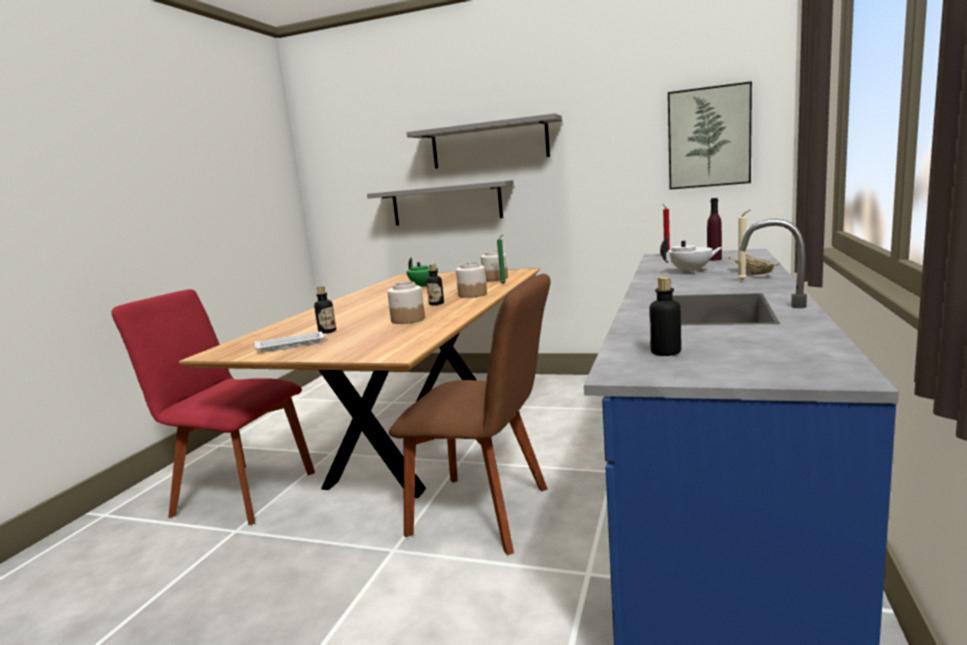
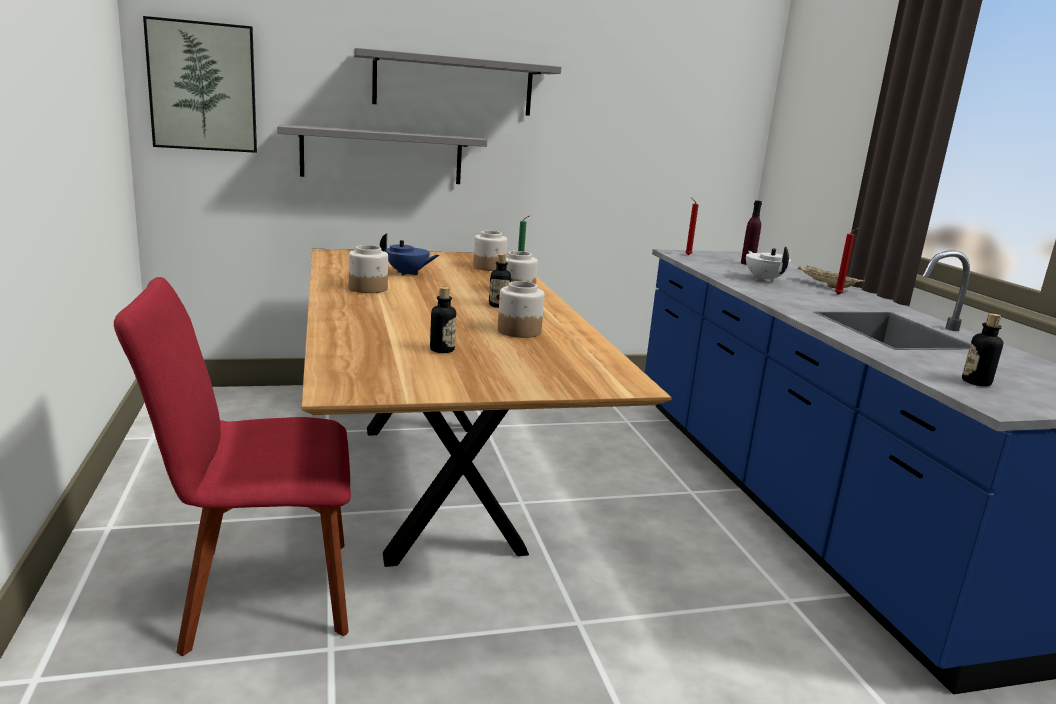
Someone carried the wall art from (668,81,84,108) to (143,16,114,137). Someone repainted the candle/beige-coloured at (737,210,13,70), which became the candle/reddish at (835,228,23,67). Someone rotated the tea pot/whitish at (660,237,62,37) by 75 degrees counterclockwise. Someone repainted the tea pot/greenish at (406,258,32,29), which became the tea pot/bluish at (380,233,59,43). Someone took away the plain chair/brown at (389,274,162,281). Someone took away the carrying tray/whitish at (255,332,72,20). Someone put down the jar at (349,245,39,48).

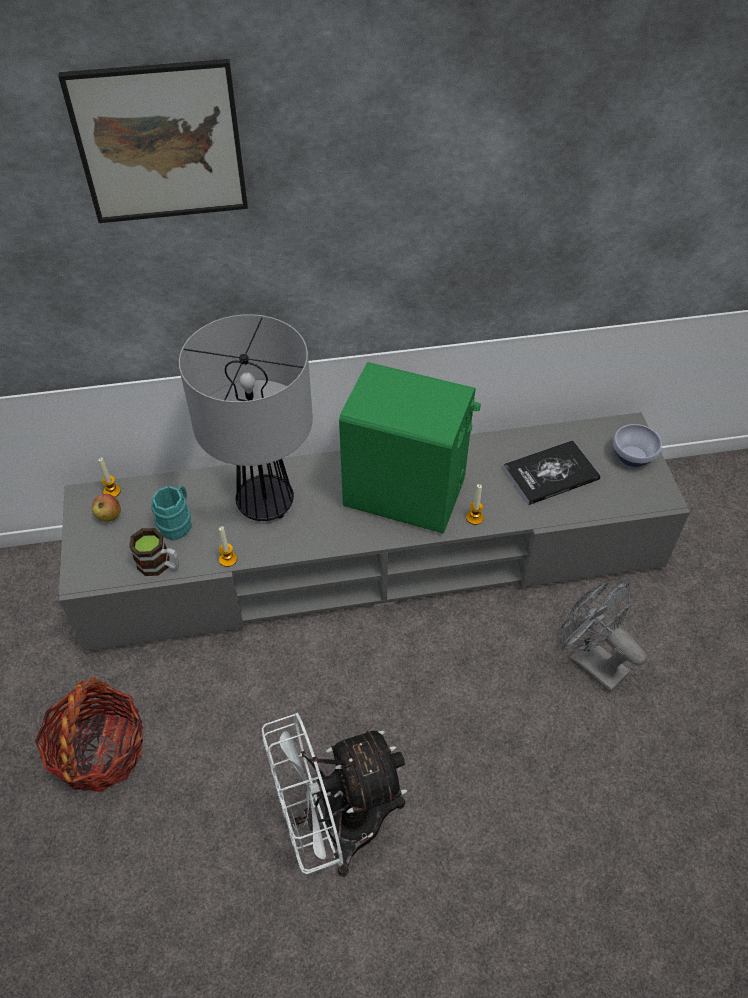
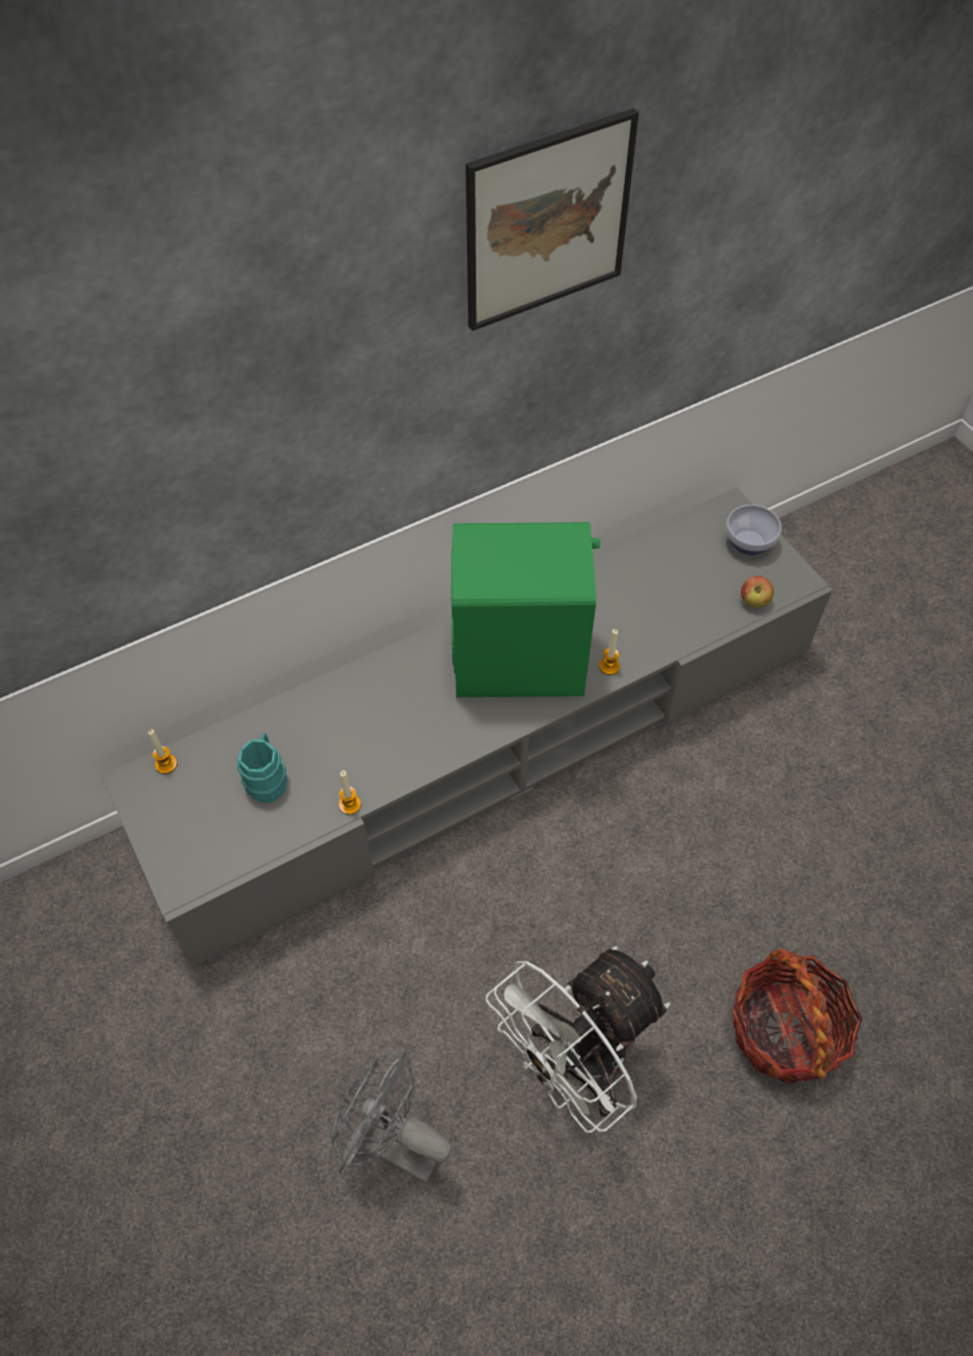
Someone carried the wall art from (58,59,190,164) to (466,108,173,223). Someone took away the lamp for a table at (179,314,134,207). Someone took away the volume at (503,440,98,65). Someone carried the apple from (92,494,29,28) to (741,576,33,32). Someone took away the tea mug at (129,528,51,48). Someone carried the electric fan/grey from (561,582,86,111) to (331,1050,121,134). Someone carried the household basket from (35,677,108,115) to (732,948,130,136).

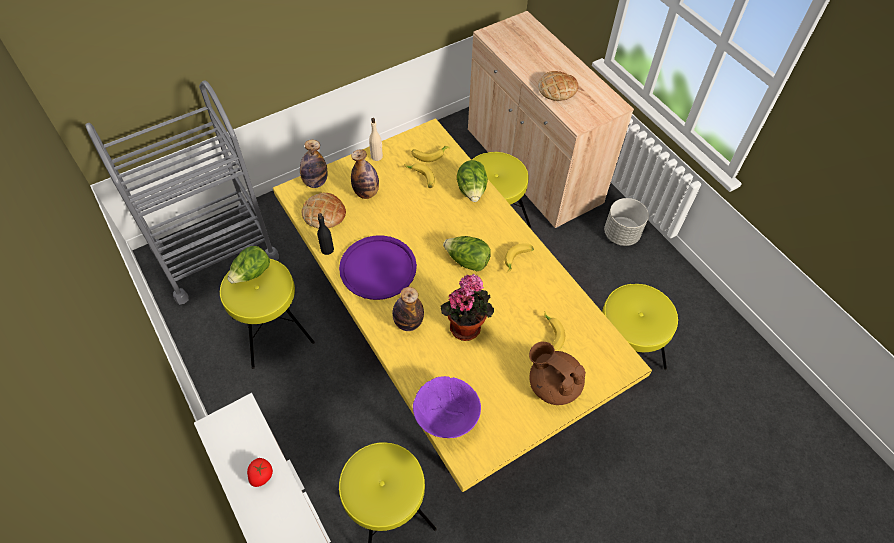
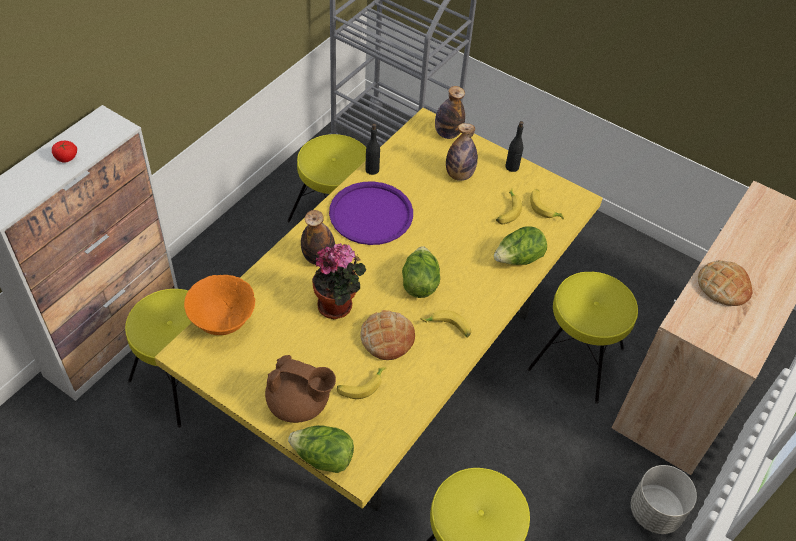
Someone repainted the beverage bottle/beige-coloured at (369,118,14,43), which became the beverage bottle/blackish at (505,121,18,51). Someone carried the bread from (302,193,44,35) to (360,310,55,50). Someone carried the lettuce from (228,246,42,37) to (288,425,66,48). Someone rotated the tea pot/brown at (529,341,57,64) by 90 degrees clockwise. Someone repainted the bowl/purple at (413,376,68,62), which became the bowl/orange-coloured at (184,275,71,60).

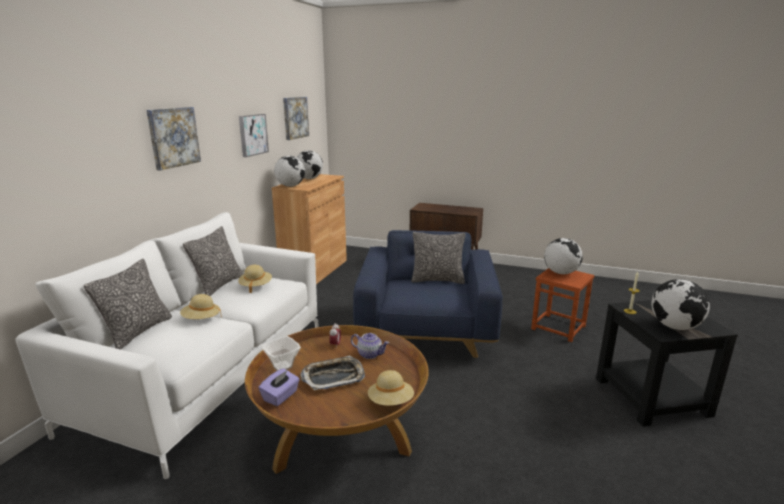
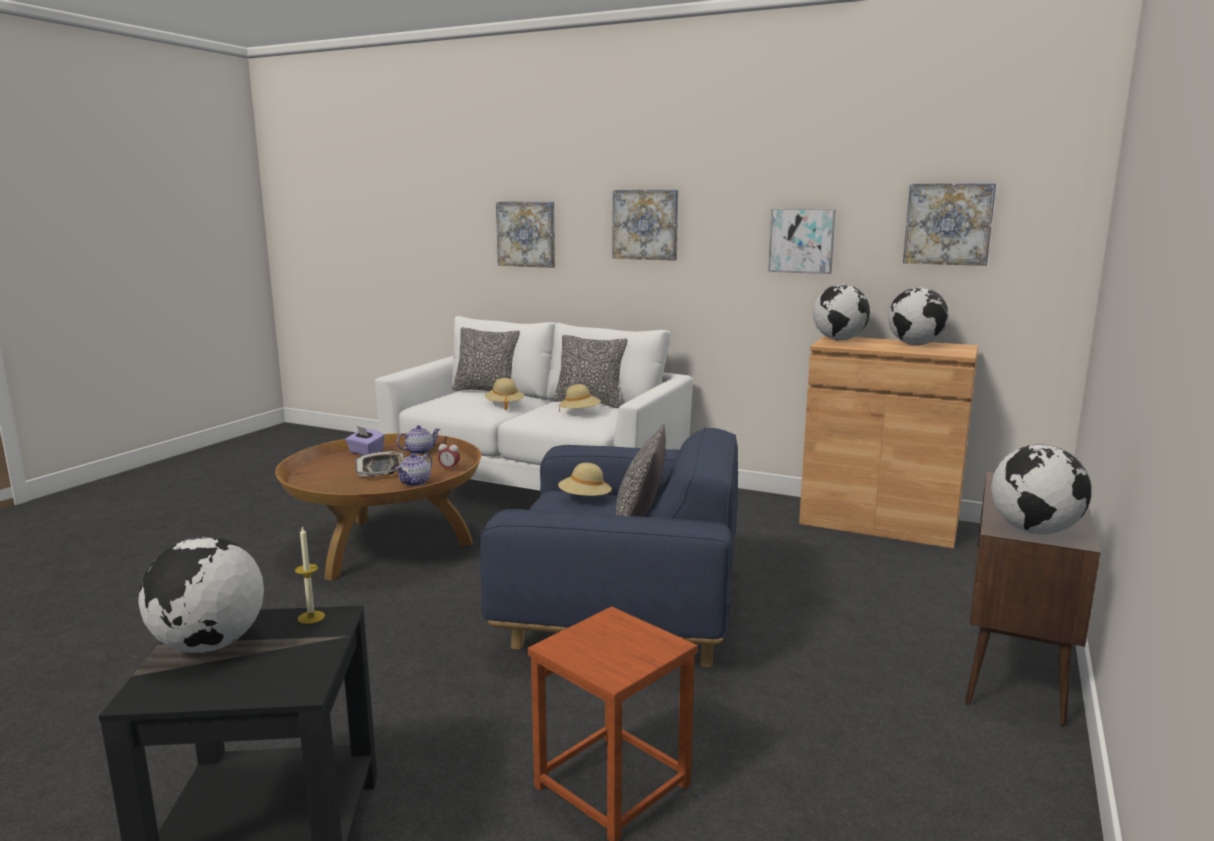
Someone carried the world globe from (544,238,39,36) to (991,444,100,90). Someone swapped the bowl at (261,336,40,35) for the tea pot at (397,425,43,30). Someone carried the clothing hat/beige-coloured from (368,370,46,36) to (558,463,54,34). Someone put up the wall art at (496,202,59,66).

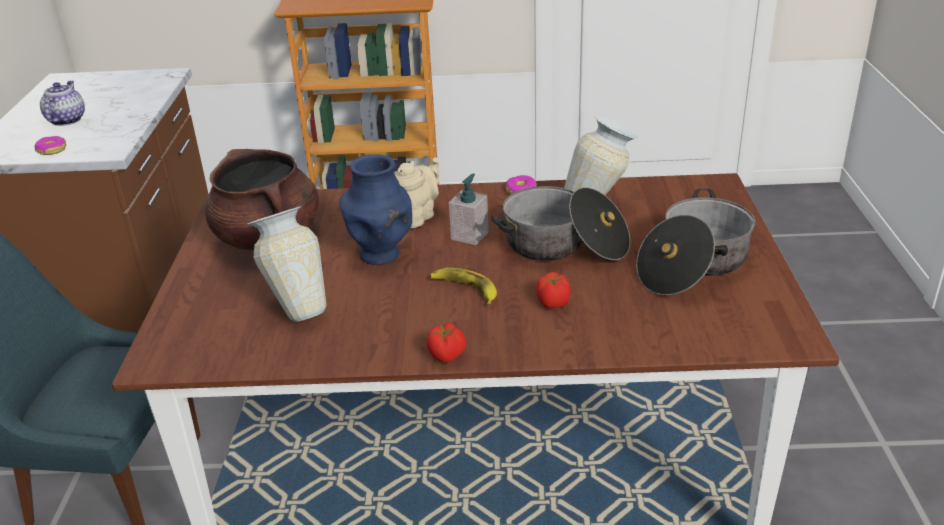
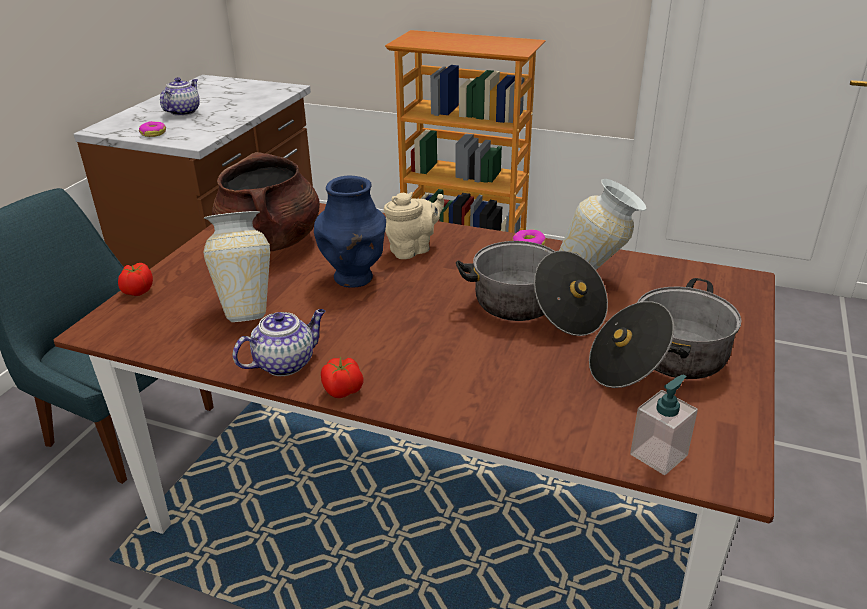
Someone carried the soap bottle from (449,174,40,71) to (630,374,68,101). Someone took away the banana at (430,267,67,38). Someone carried the fresh tomato from (536,272,35,36) to (118,263,35,33). Someone put down the tea pot at (233,309,92,67).

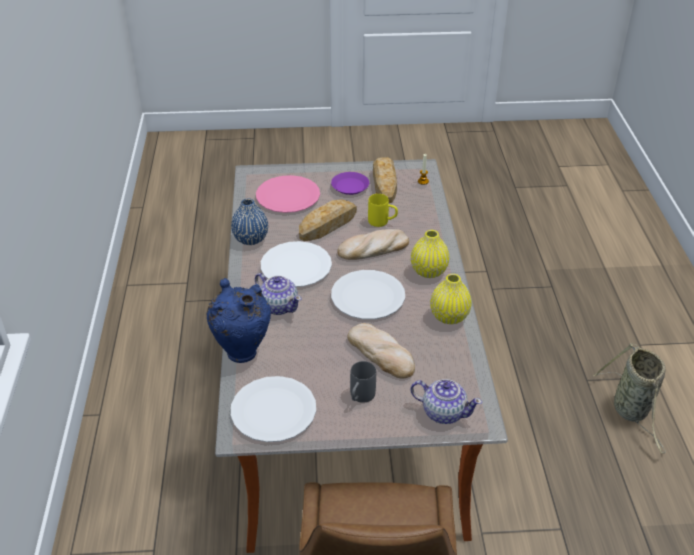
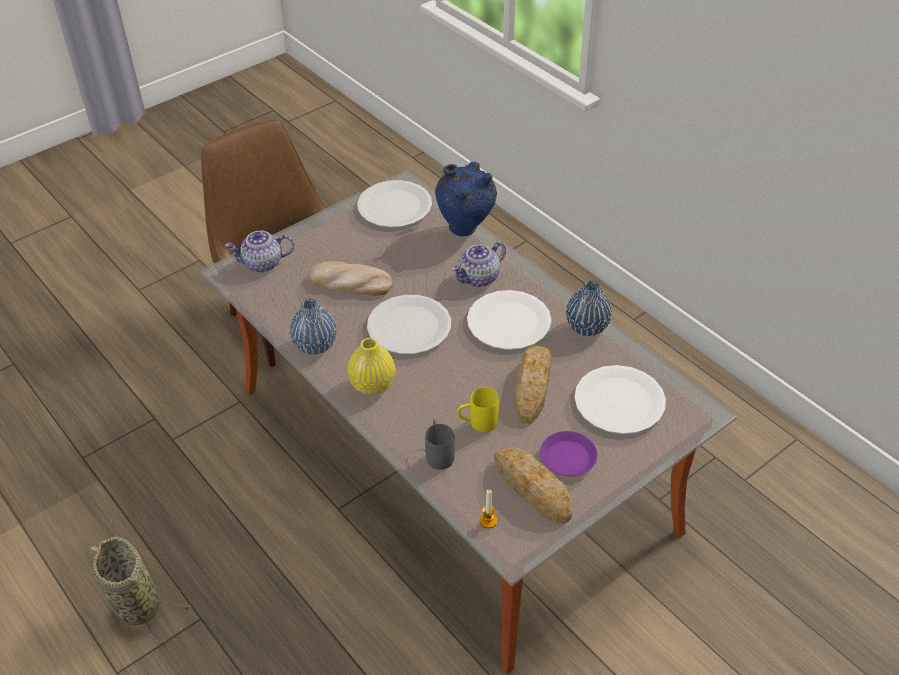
Someone repainted the flat dish/pink at (256,175,64,38), which became the flat dish/whitish at (574,365,92,69). Someone took away the bread at (337,229,72,31). Someone rotated the tea pot at (255,273,47,42) by 45 degrees counterclockwise. Someone repainted the flower vase/yellowish at (430,274,42,50), which became the flower vase/bluish at (290,299,46,56). Someone carried the tea mug/grey from (350,361,26,42) to (425,419,30,51).

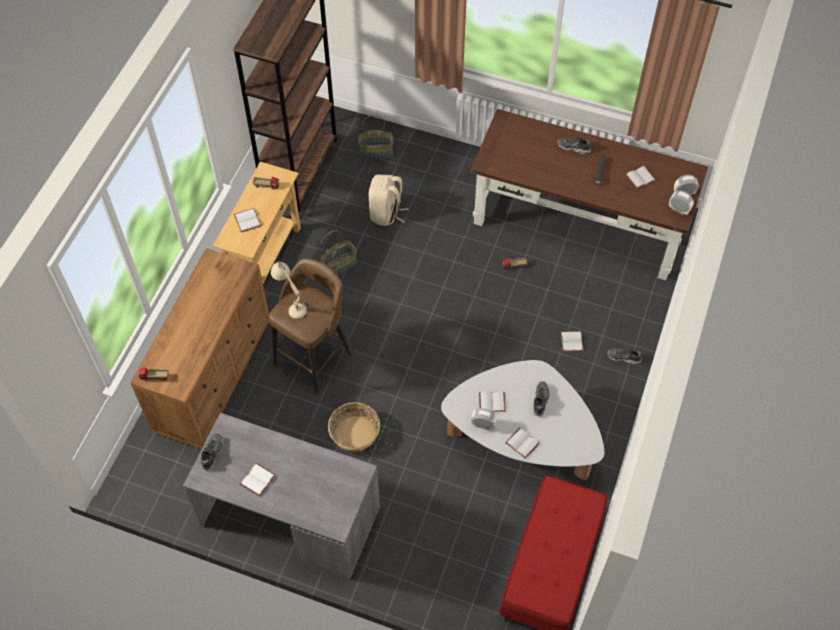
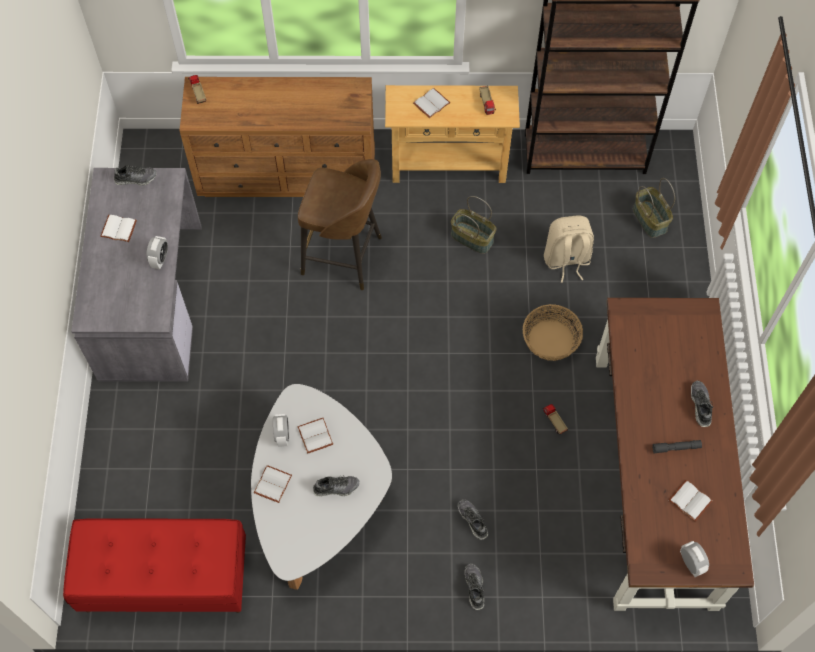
Someone carried the bedside clock from (669,191,25,24) to (146,236,22,33). Someone took away the lamp for a table/beige-coloured at (271,261,39,58). Someone swapped the volume/whitish at (561,331,22,21) for the shoe at (458,499,30,41). Someone carried the household basket from (328,402,52,50) to (523,304,60,57).

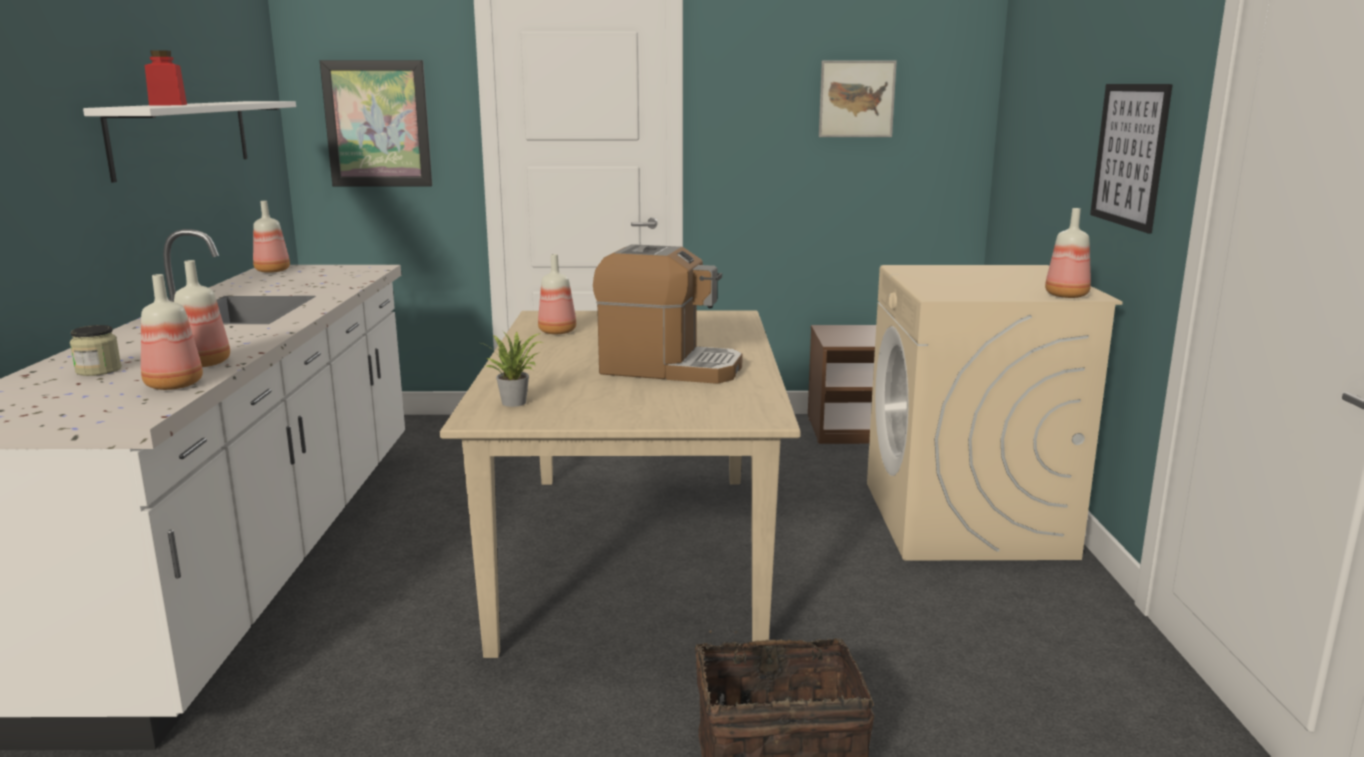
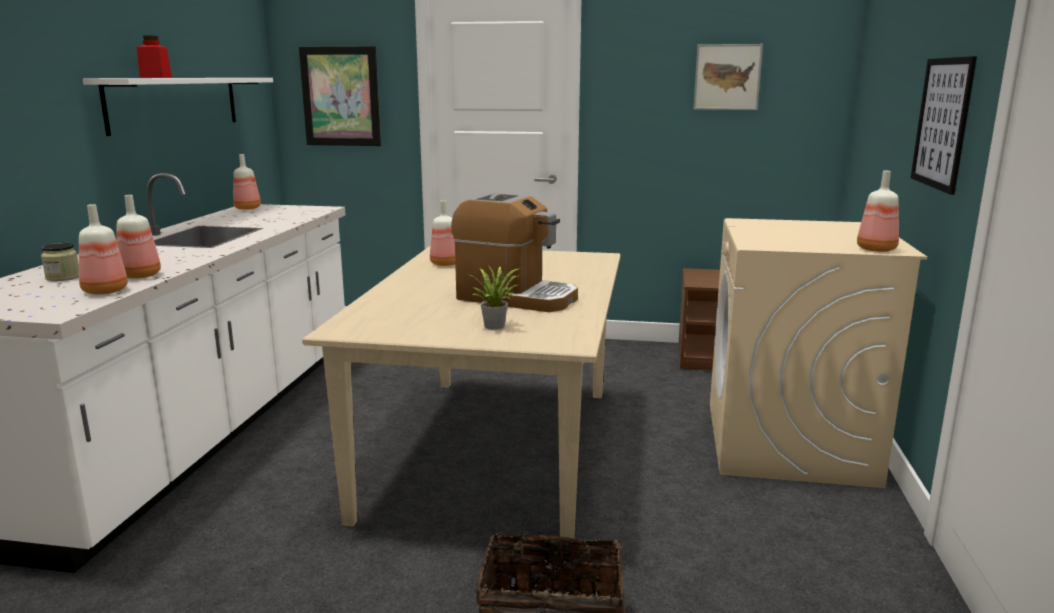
Someone carried the plant in a pot from (481,331,61,76) to (471,267,50,62).

